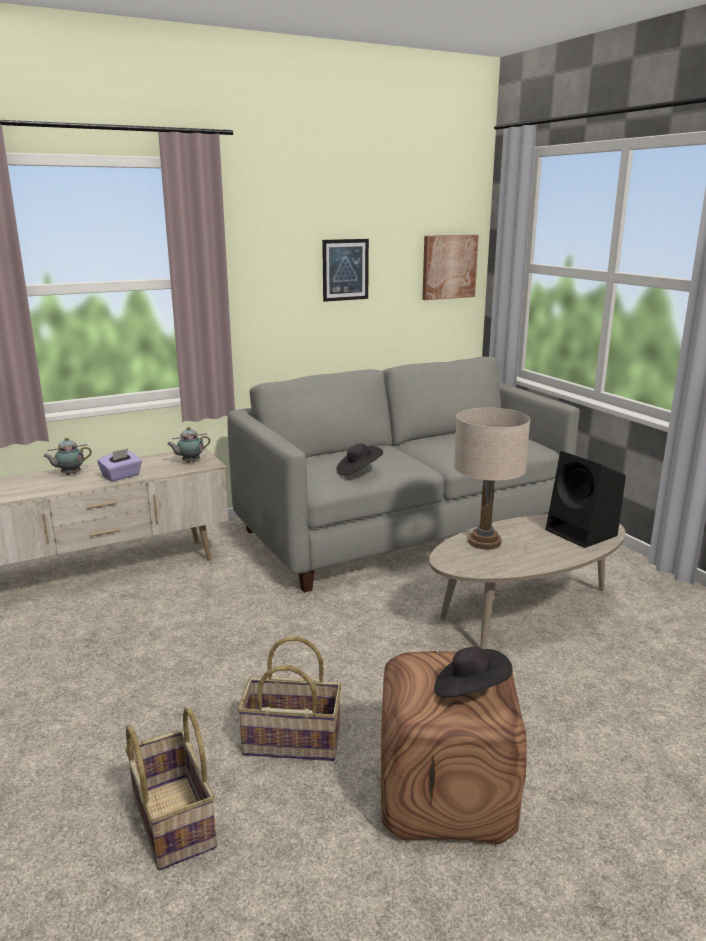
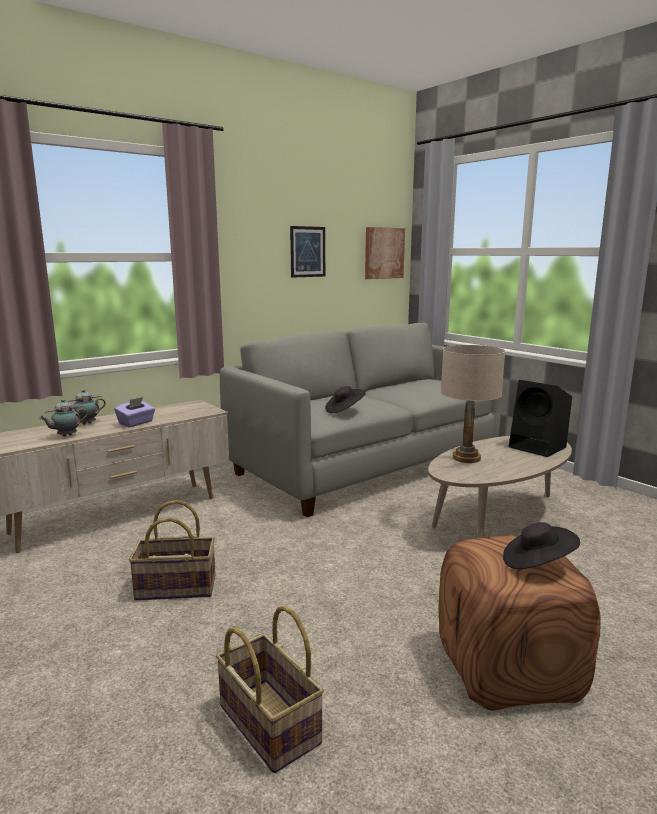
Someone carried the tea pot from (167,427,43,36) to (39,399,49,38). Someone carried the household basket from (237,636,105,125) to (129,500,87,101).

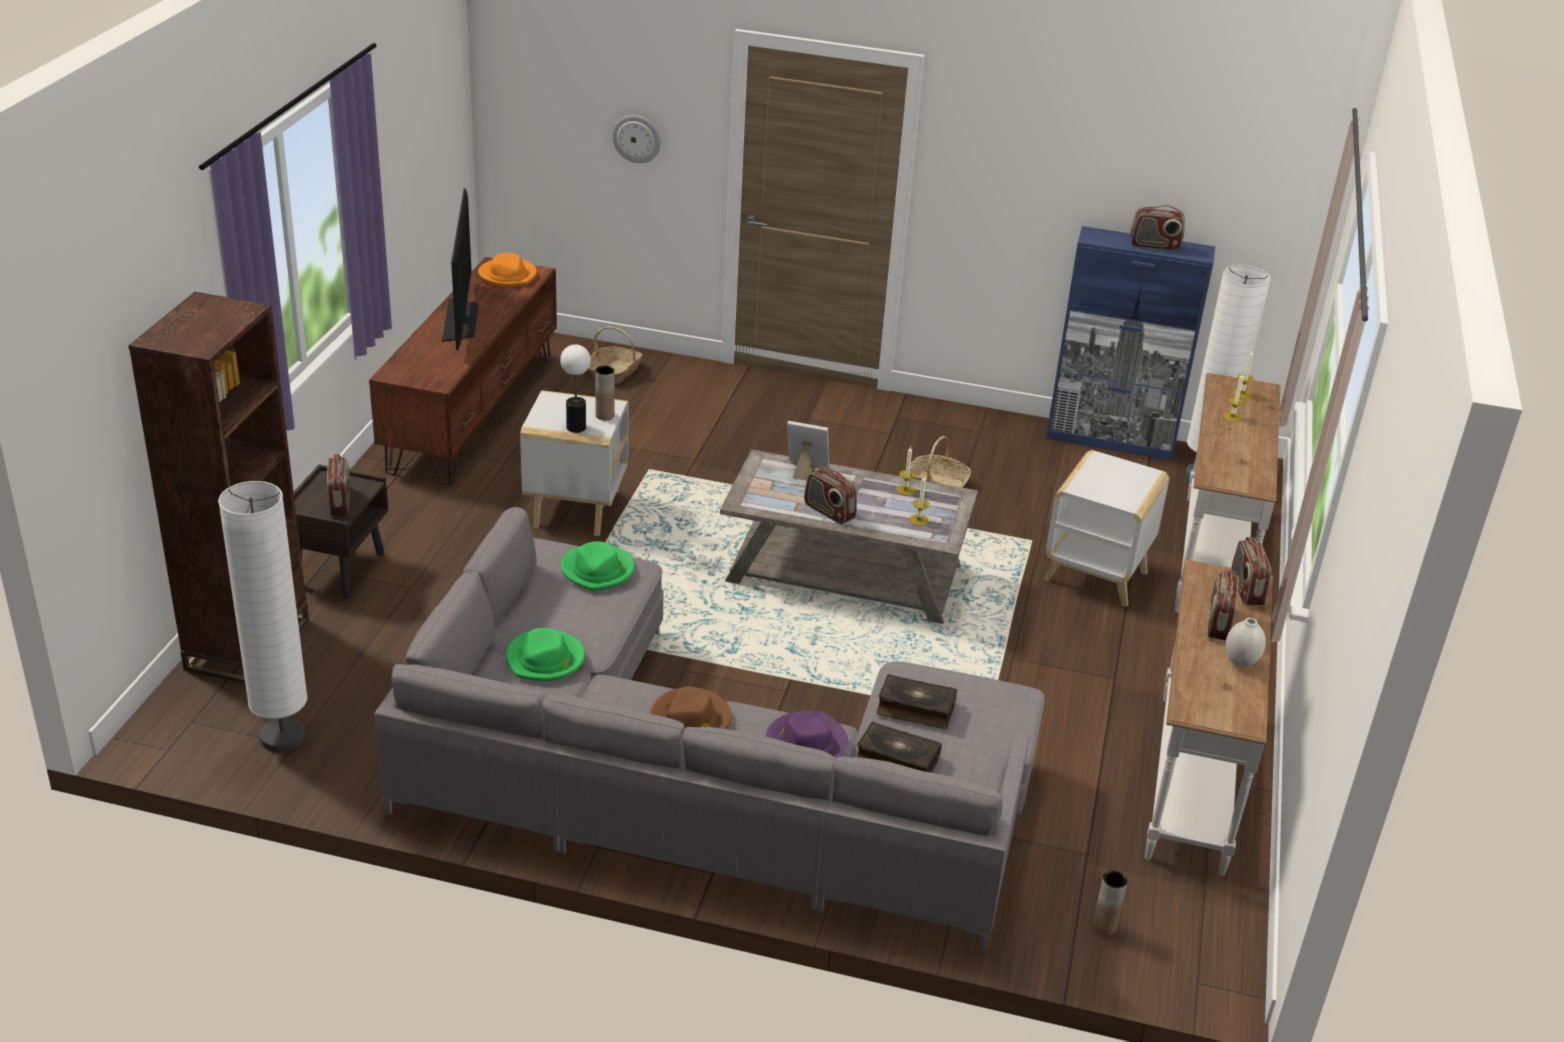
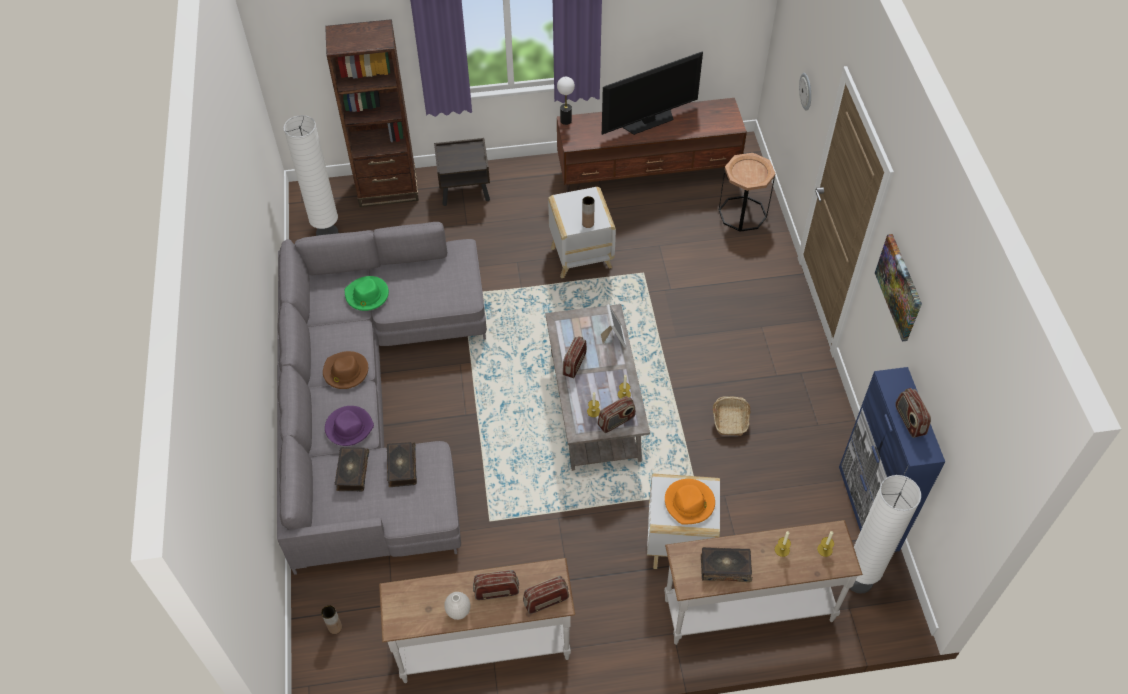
Someone carried the clothing hat/orange-coloured from (478,253,59,34) to (665,479,50,45). Someone swapped the household basket at (589,326,54,59) for the side table/brown at (719,153,57,79). Someone carried the lamp for a table from (560,345,31,88) to (557,77,18,48). Someone carried the radio set from (327,454,22,62) to (597,396,39,37). Someone took away the clothing hat/greenish at (561,541,74,50). Someone put up the wall art at (875,234,47,108). Someone put down the volume at (701,547,51,35).

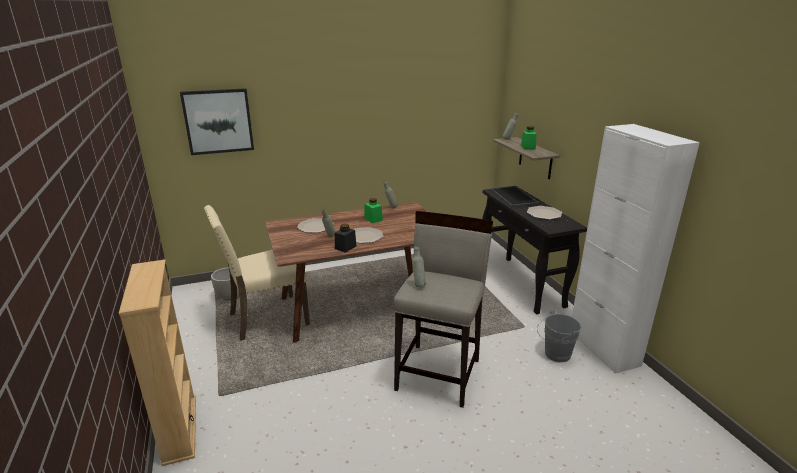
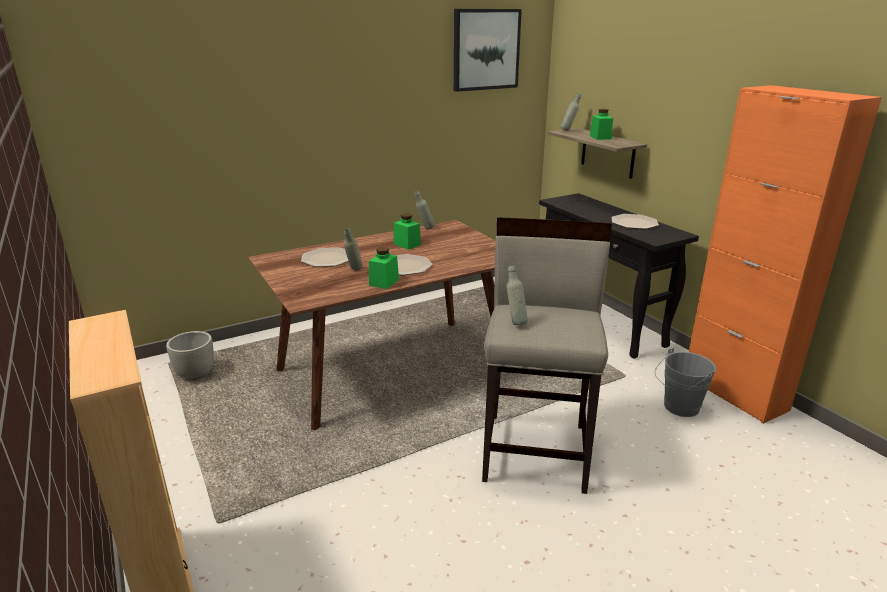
Someone carried the wall art from (180,88,74,67) to (454,9,68,83). Someone repainted the cupboard/whitish at (572,124,128,250), which became the cupboard/orange-coloured at (689,85,193,339). Someone took away the carrying tray at (490,186,50,21). Someone took away the plain chair/beige-coloured at (204,205,106,136). Someone repainted the jar/blackish at (335,224,21,29), which became the jar/greenish at (369,247,30,42).

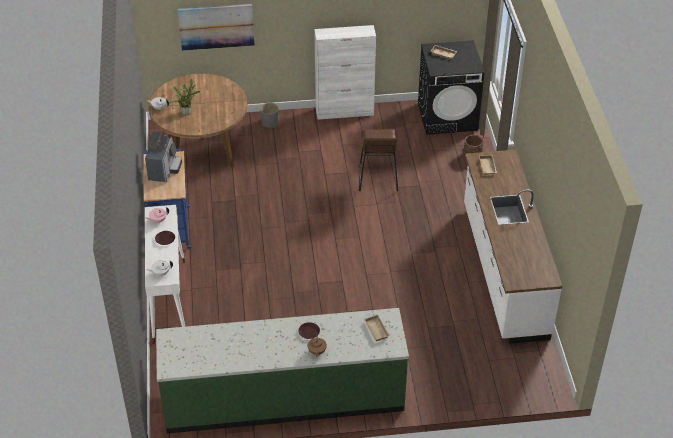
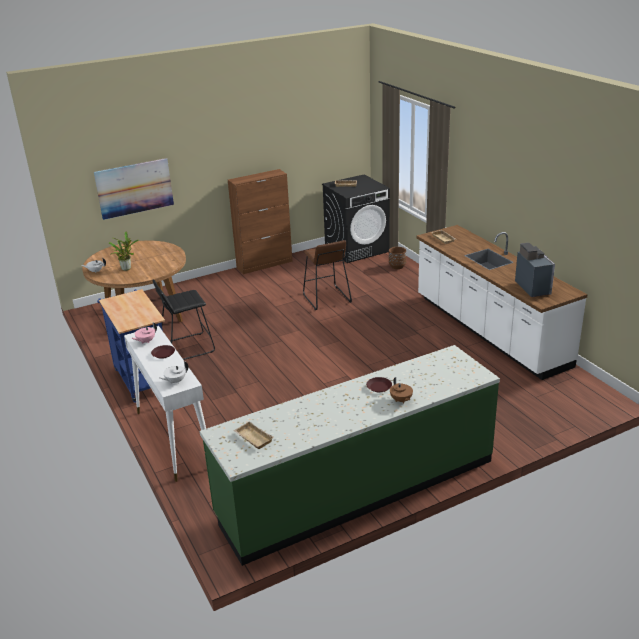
Someone repainted the cupboard/whitish at (314,25,62,95), which became the cupboard/brown at (228,169,65,105). Someone took away the planter/grey at (260,103,19,25). Someone carried the coffee brewer from (145,131,37,52) to (515,243,40,54). Someone carried the carrying tray/beige-coloured from (363,315,27,26) to (234,421,39,28). Someone put down the stool seat/blackish at (153,280,62,80).

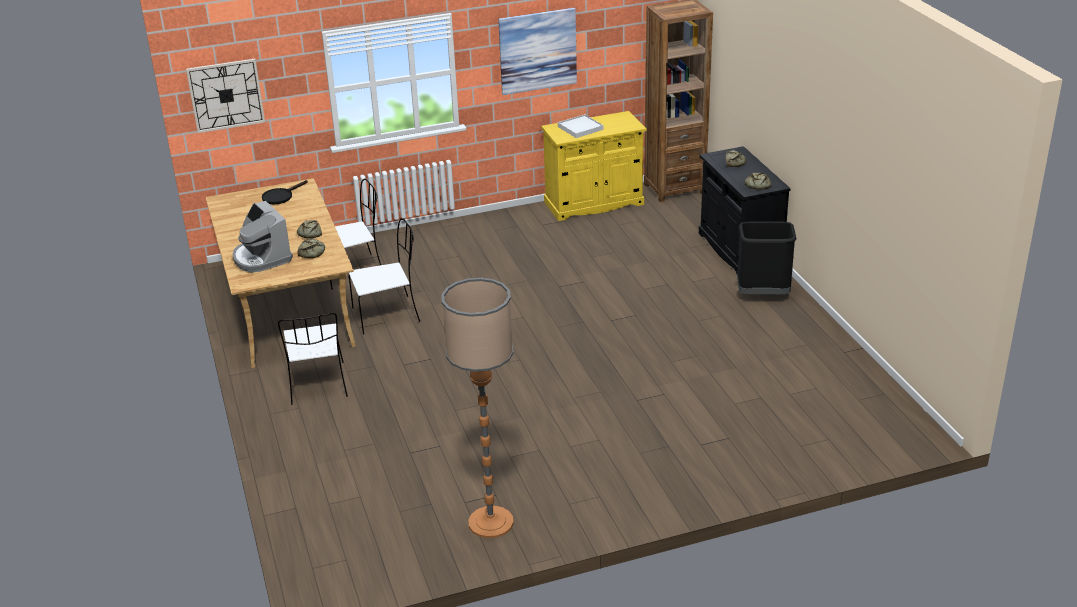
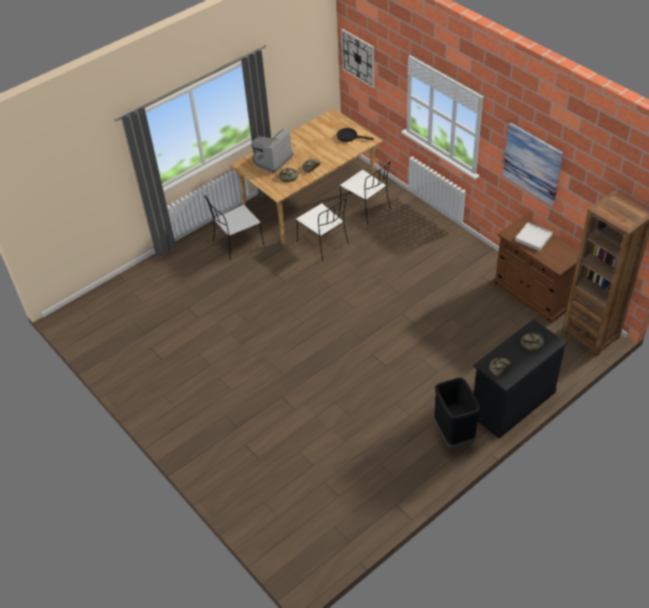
Someone repainted the cupboard/yellowish at (541,111,106,110), which became the cupboard/brown at (493,216,86,108). Someone took away the standard lamp at (441,278,73,260).

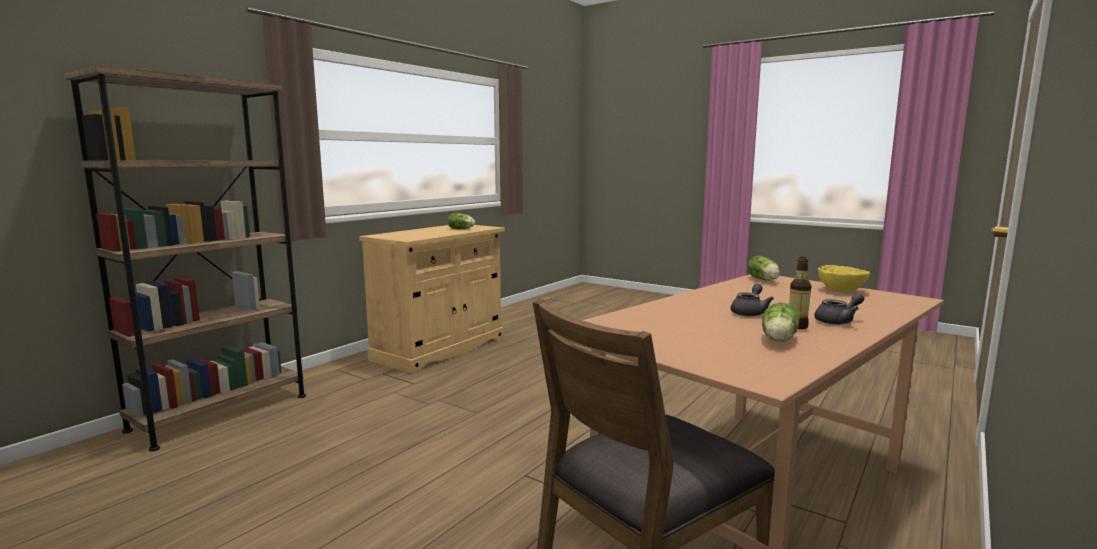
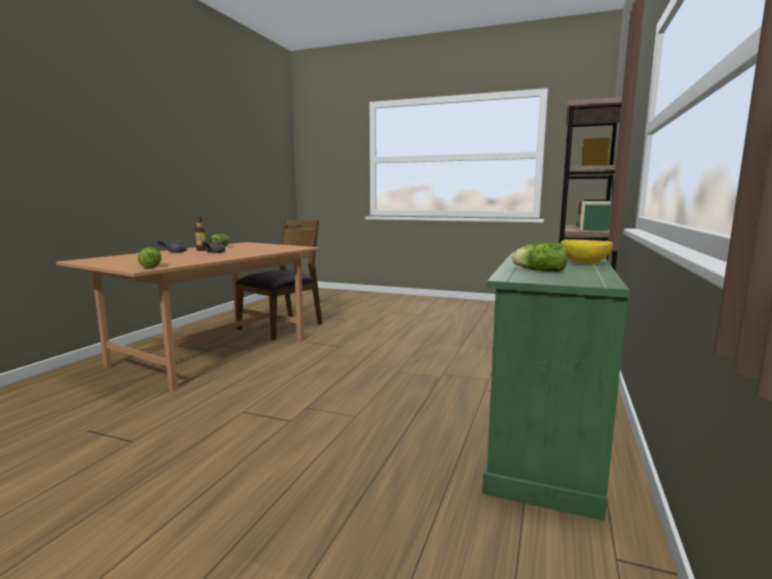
Someone repainted the cupboard/beige-coloured at (359,225,146,149), which became the cupboard/greenish at (482,253,148,268). Someone carried the bowl/yellowish from (818,265,52,27) to (561,240,52,24).

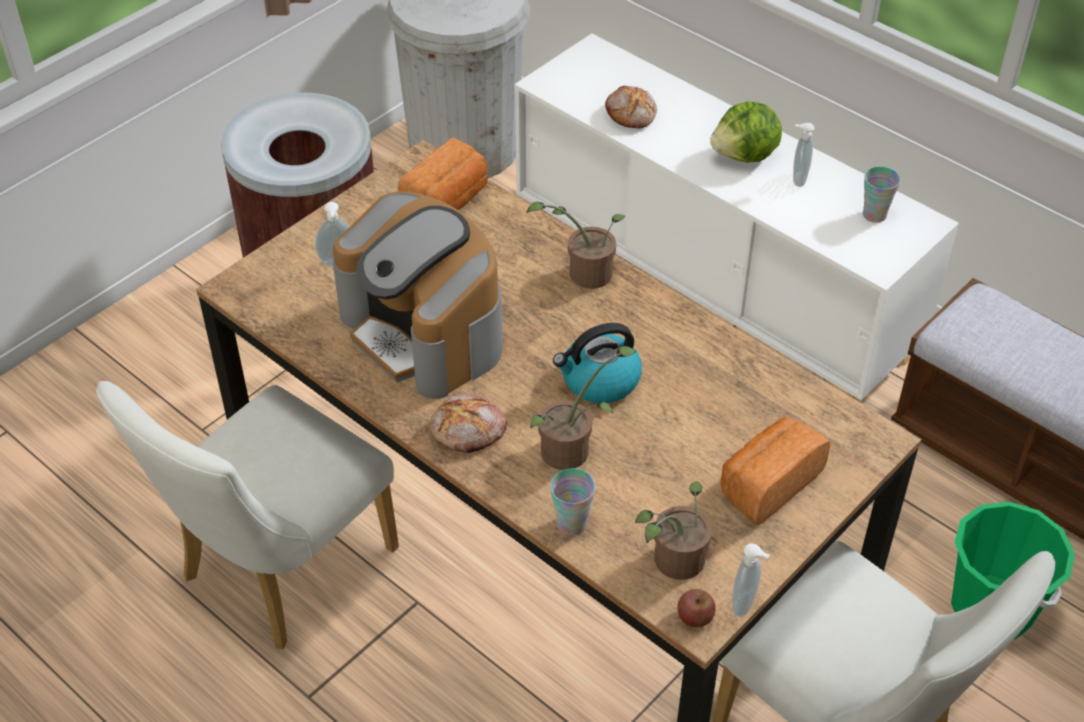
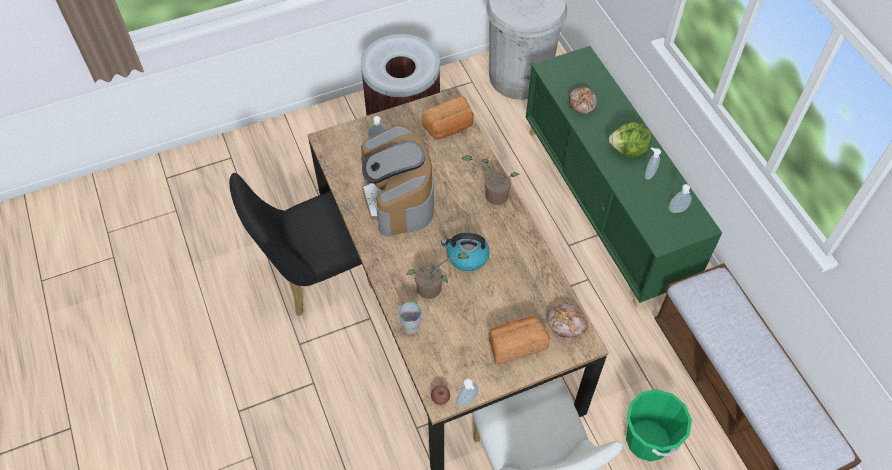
Someone repainted the cupboard/whitish at (515,33,444,367), which became the cupboard/greenish at (526,46,196,262). Someone swapped the cup at (863,167,37,56) for the soap bottle at (669,184,23,29). Someone repainted the plain chair/whitish at (96,381,303,268), which became the plain chair/blackish at (229,173,143,144). Someone carried the bread from (429,393,78,60) to (547,304,41,34). Someone took away the plant in a pot at (635,481,77,99).

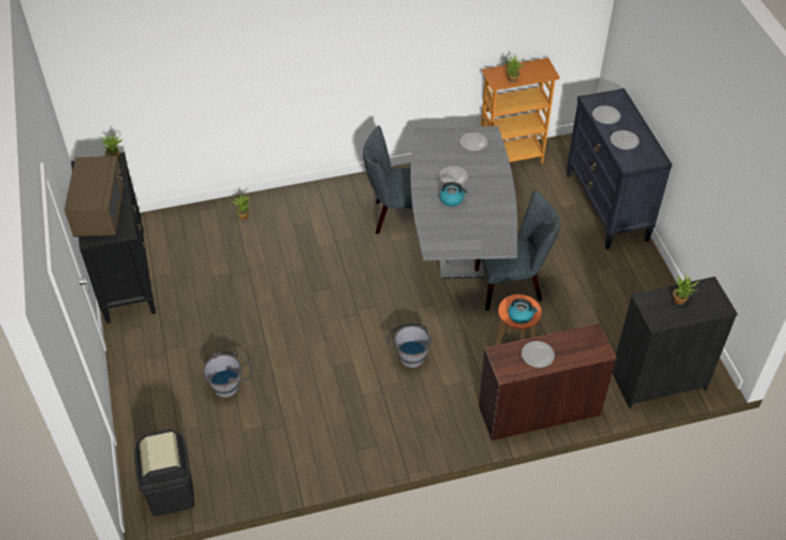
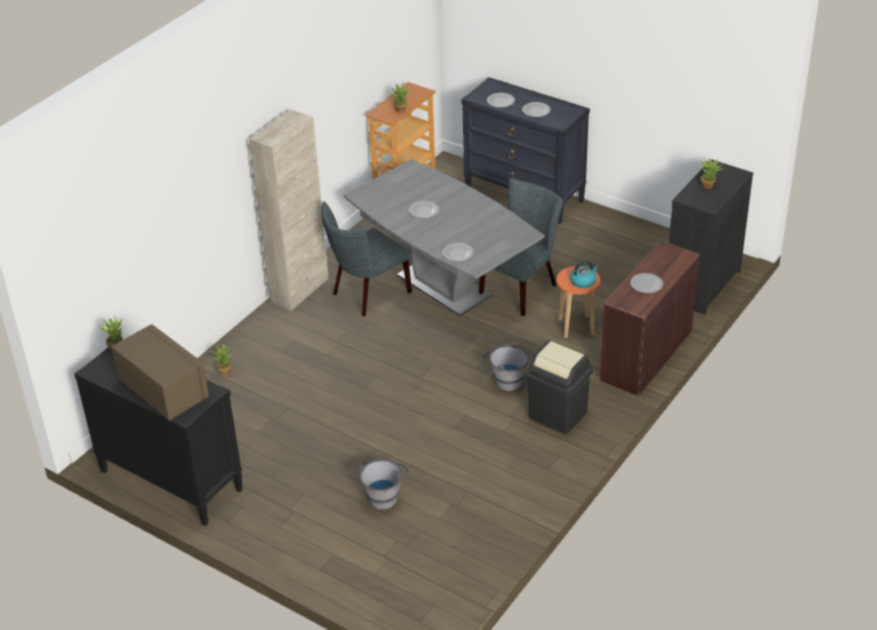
Someone carried the flat dish from (460,133,28,18) to (443,243,31,19). Someone took away the tea kettle at (439,182,29,24). Someone carried the waste bin/blackish from (134,429,61,87) to (526,340,67,94). Someone put down the cupboard/beige-coloured at (249,109,80,202).

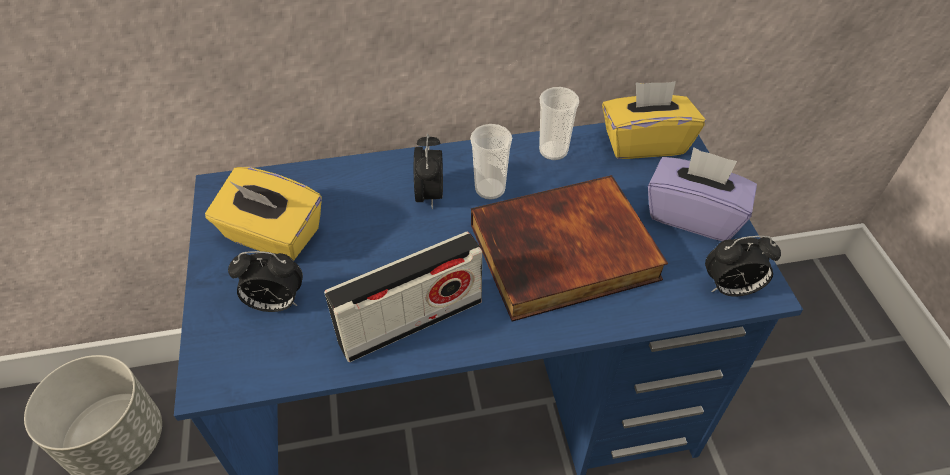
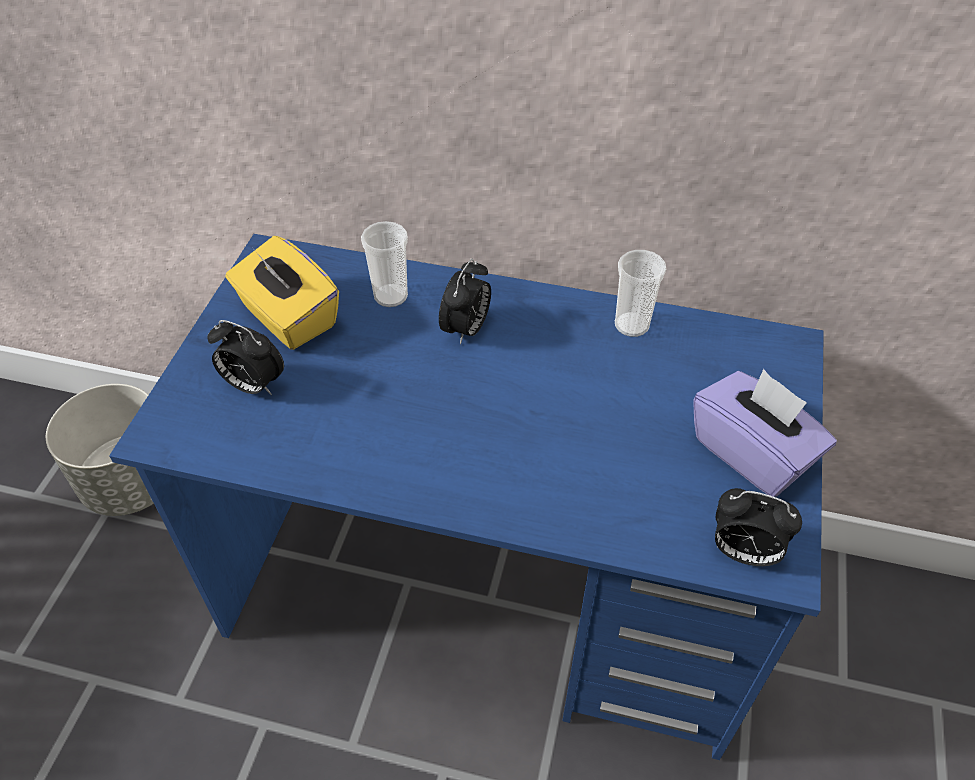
Someone took away the box of tissues/yellowish at (602,81,104,78). Someone carried the cup from (470,124,42,76) to (361,221,47,86). Someone took away the volume at (471,175,197,146). Someone took away the radio set at (324,231,158,131).

